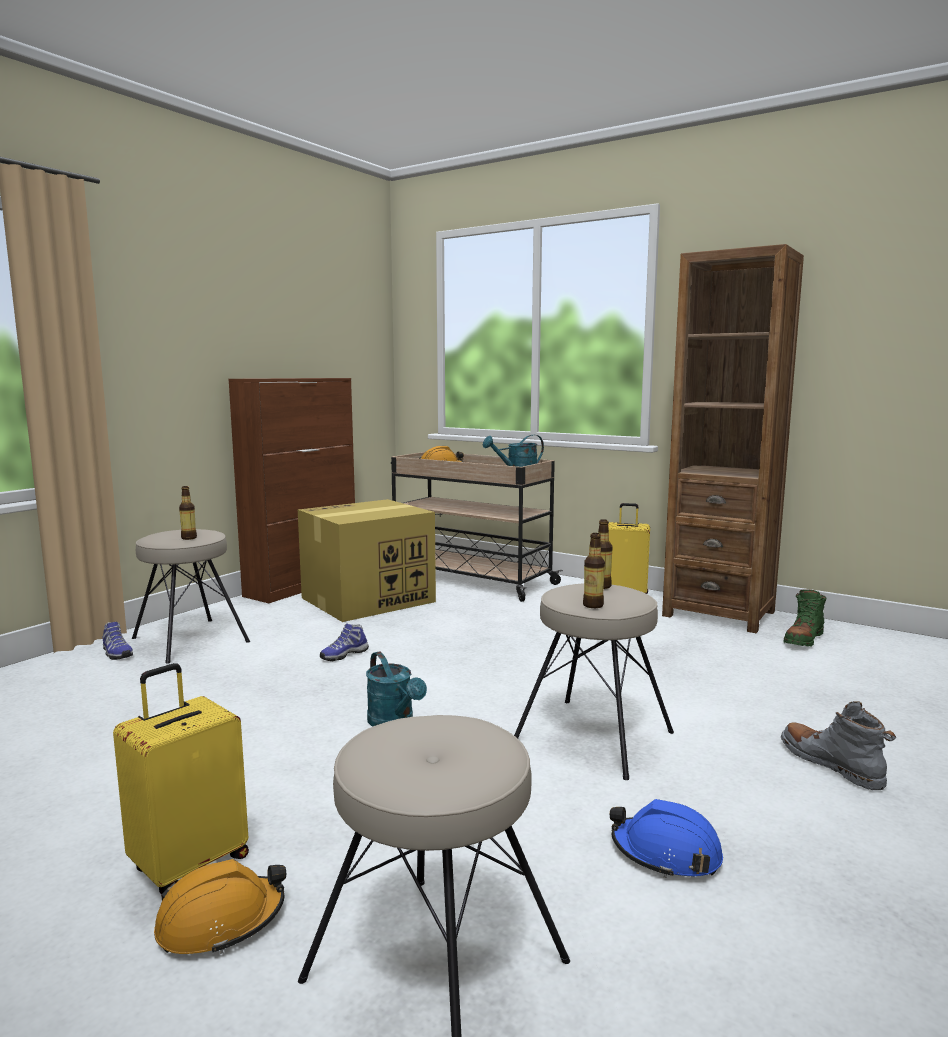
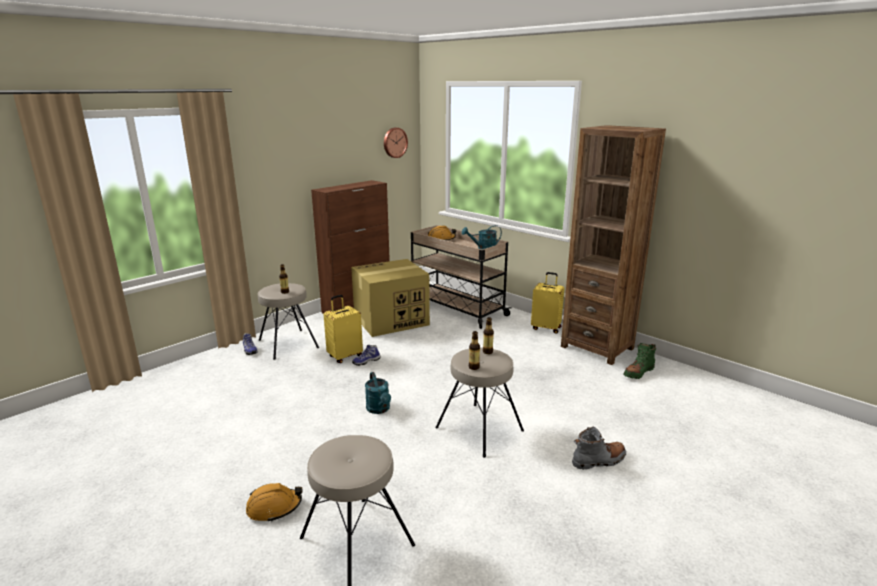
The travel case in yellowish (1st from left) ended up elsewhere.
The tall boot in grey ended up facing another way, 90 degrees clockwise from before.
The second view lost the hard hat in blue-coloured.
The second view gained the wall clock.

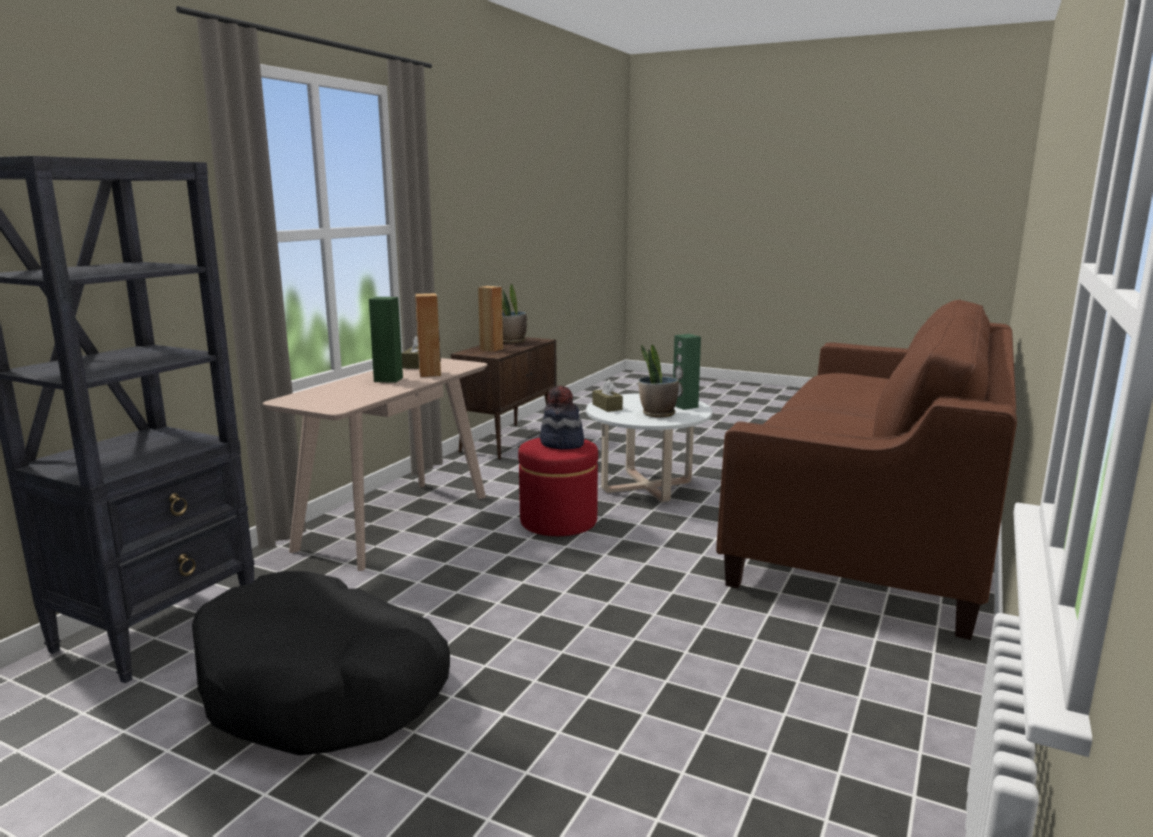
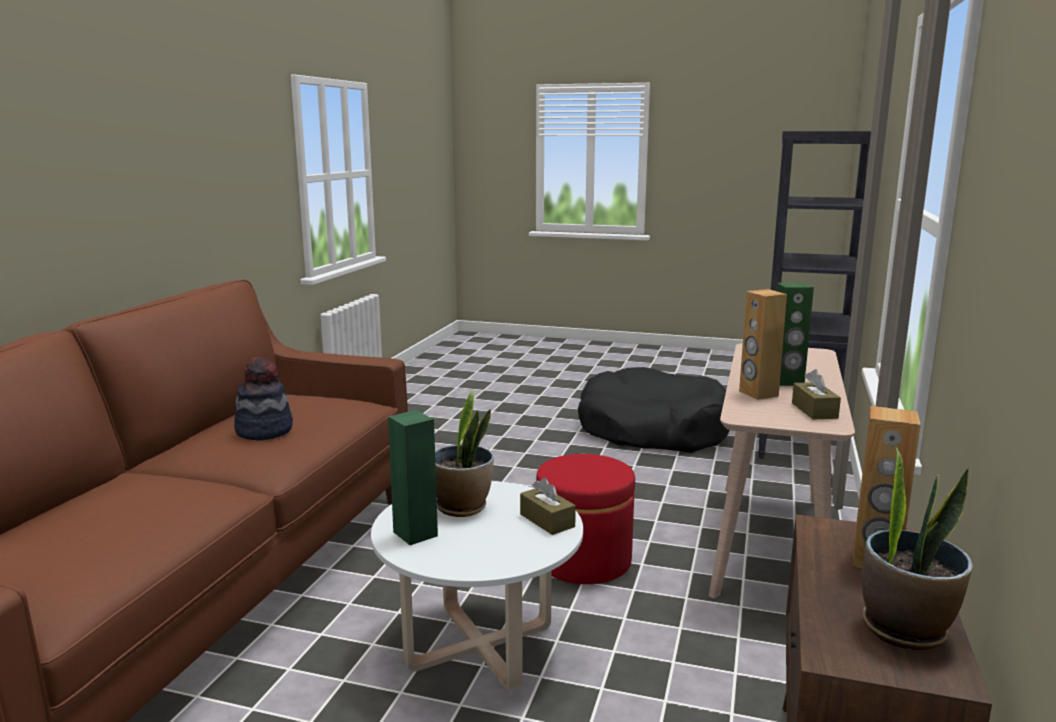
The hat ended up elsewhere.

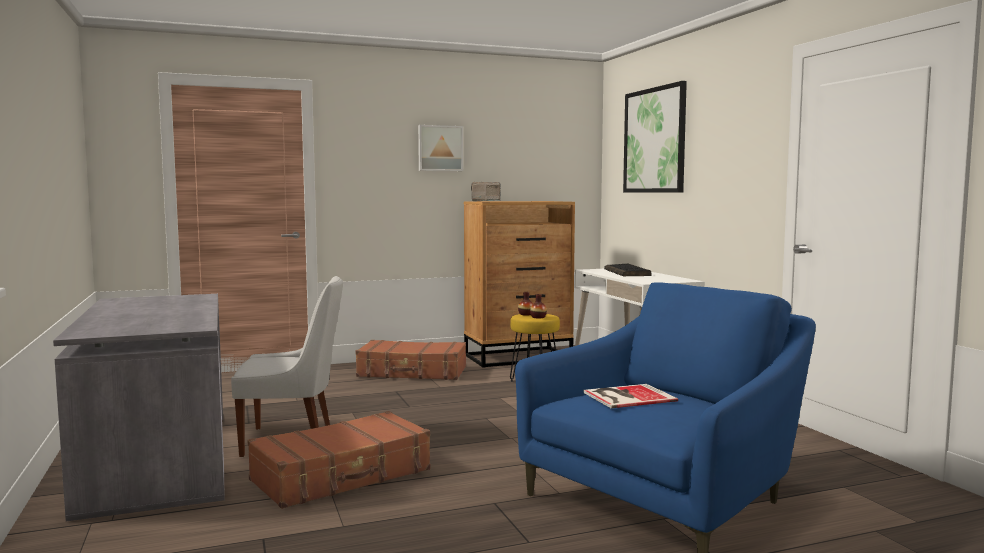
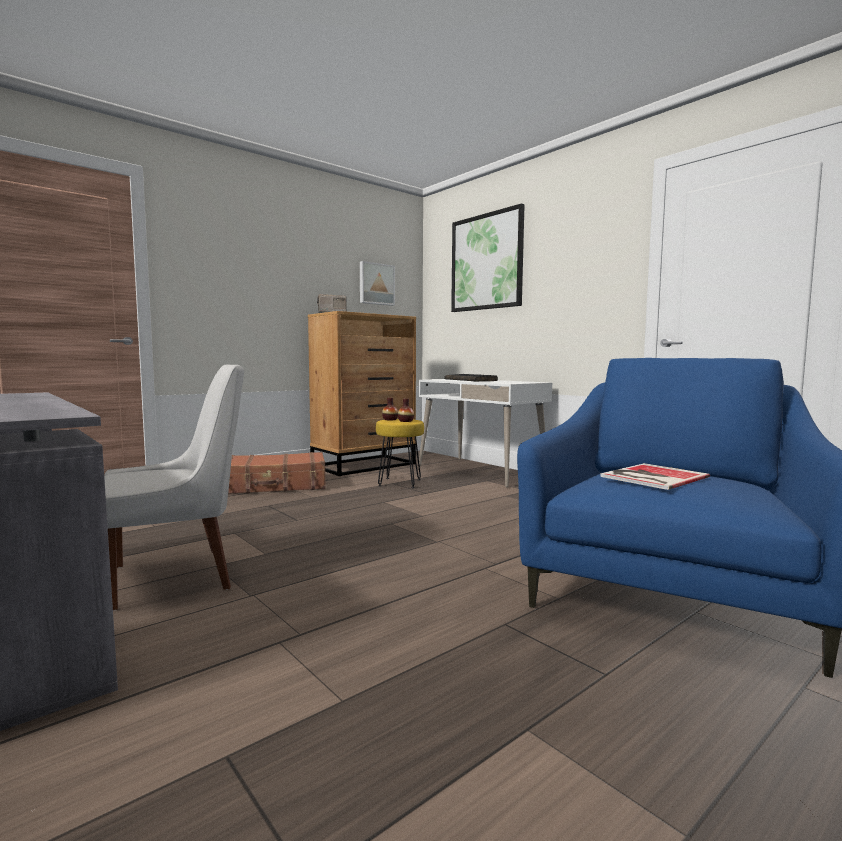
The picture (1st from left) ended up elsewhere.
The second view lost the travel case in brown-coloured (1st from left).

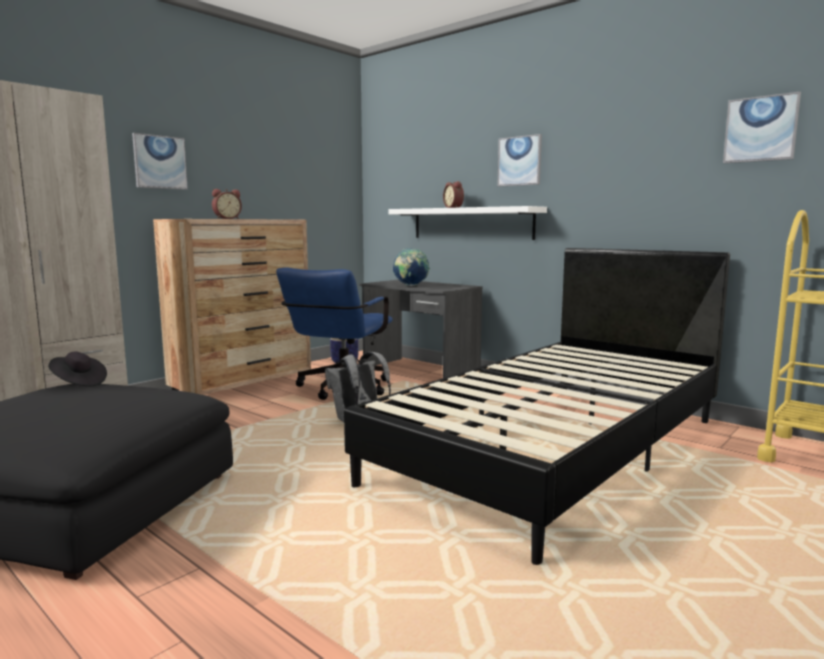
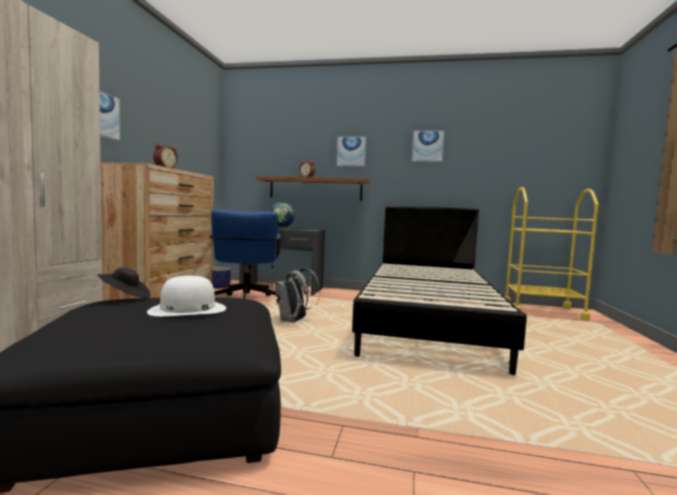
The picture (3rd from left) ended up elsewhere.
What was the shelf in white turned into the shelf in brown-coloured.
The second view gained the hat in white.

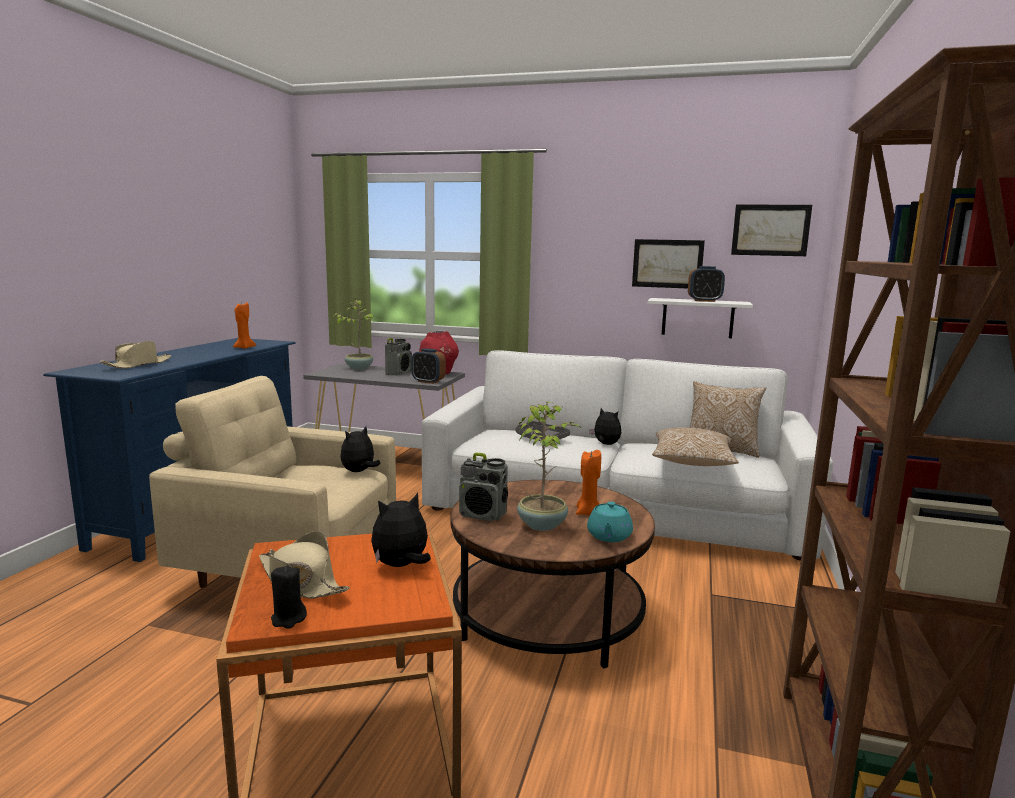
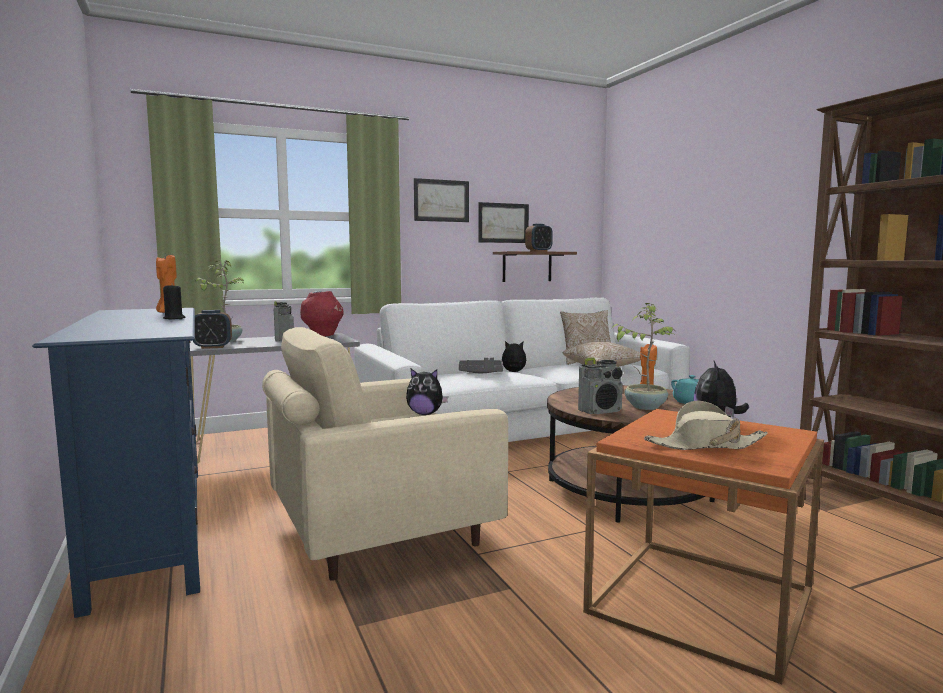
The picture (2nd from left in the first image) ended up elsewhere.
What was the shelf in white turned into the shelf in brown-coloured.
The second view lost the hat in beige (1st from left).
The bedside clock (1st from left) ended up elsewhere.
The soft toy (1st from left) ended up facing another way, 75 degrees counterclockwise from before.
The candle in black ended up elsewhere.

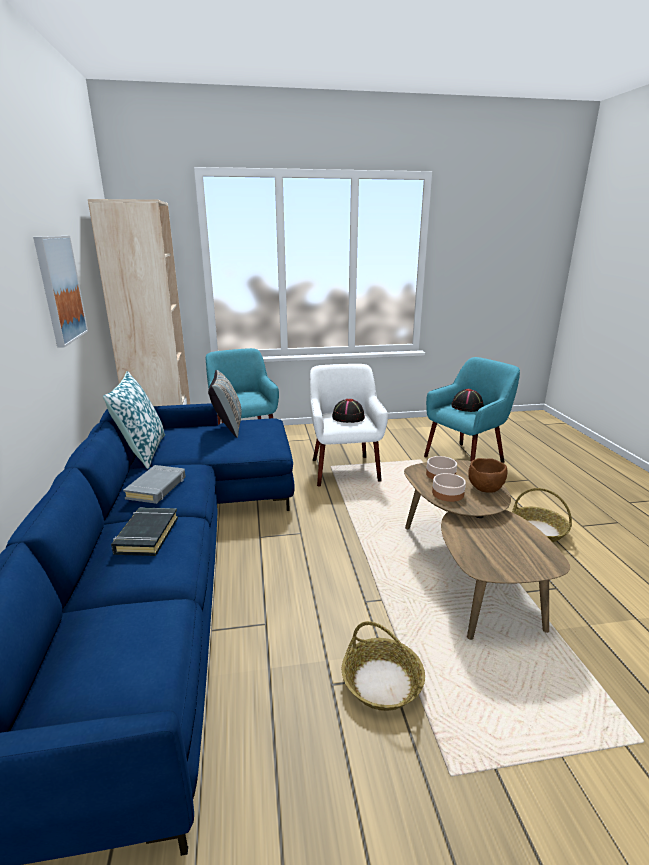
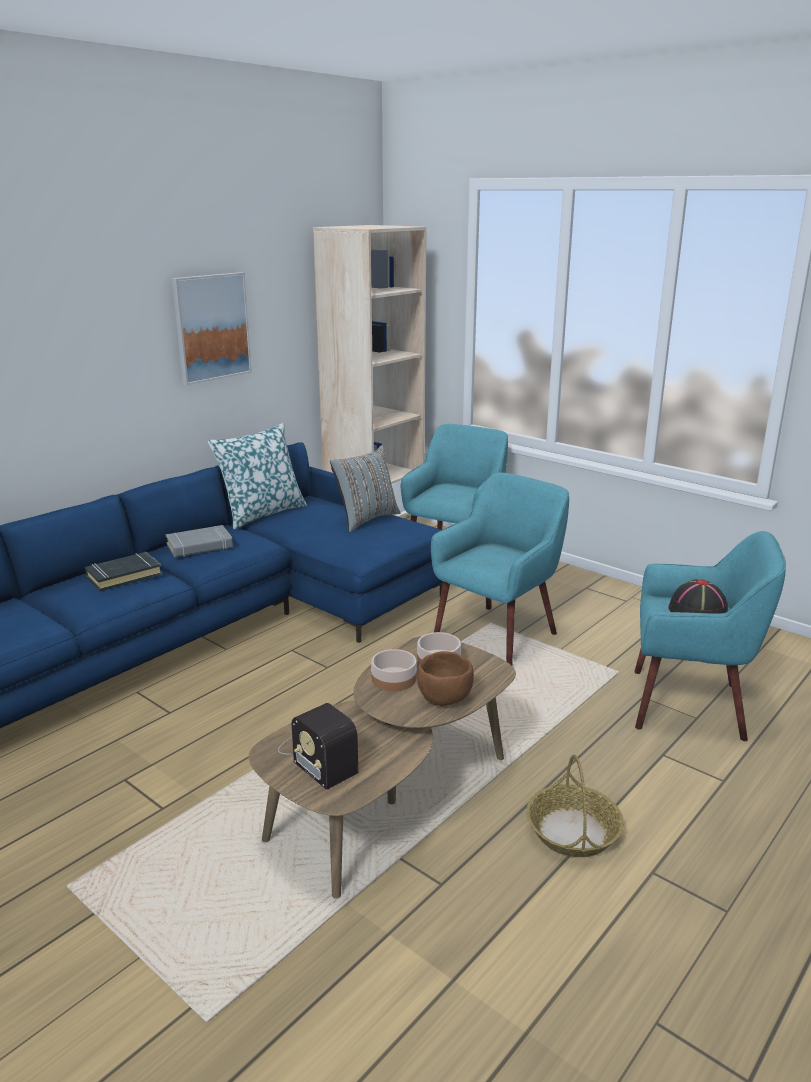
What was the lounge chair in white turned into the lounge chair in blue-green (2nd from left).
The second view lost the hat in black (1st from left).
The second view lost the storage basket (1st from left).
The second view gained the radio set.

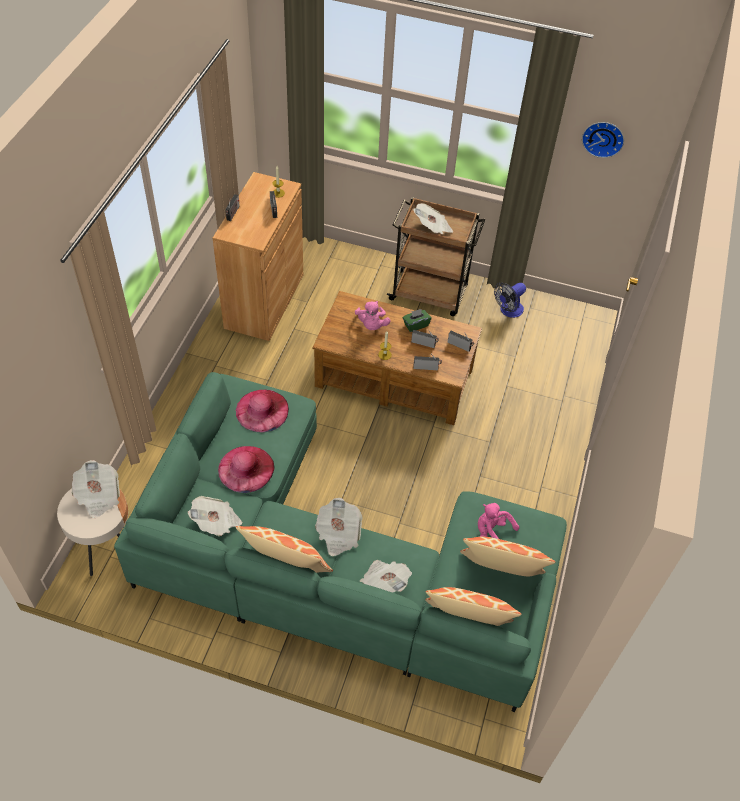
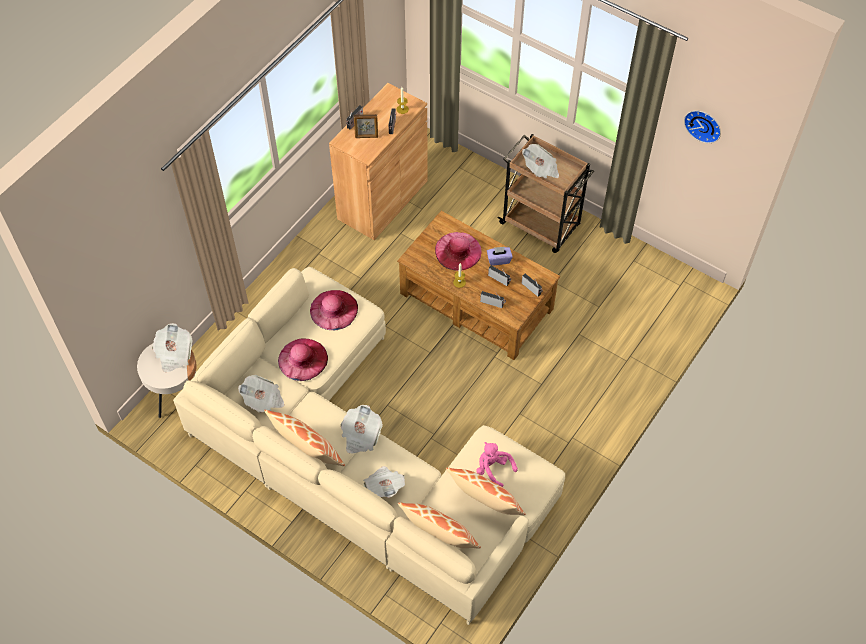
The second view lost the cooling fan.
Where the soft toy in pink (1st from left) stood, the hat in pink (3rd from left) came to stand.
What was the box of tissues in green turned into the box of tissues in purple-coloured.
What was the settee in green turned into the settee in beige.
The second view gained the photo frame.

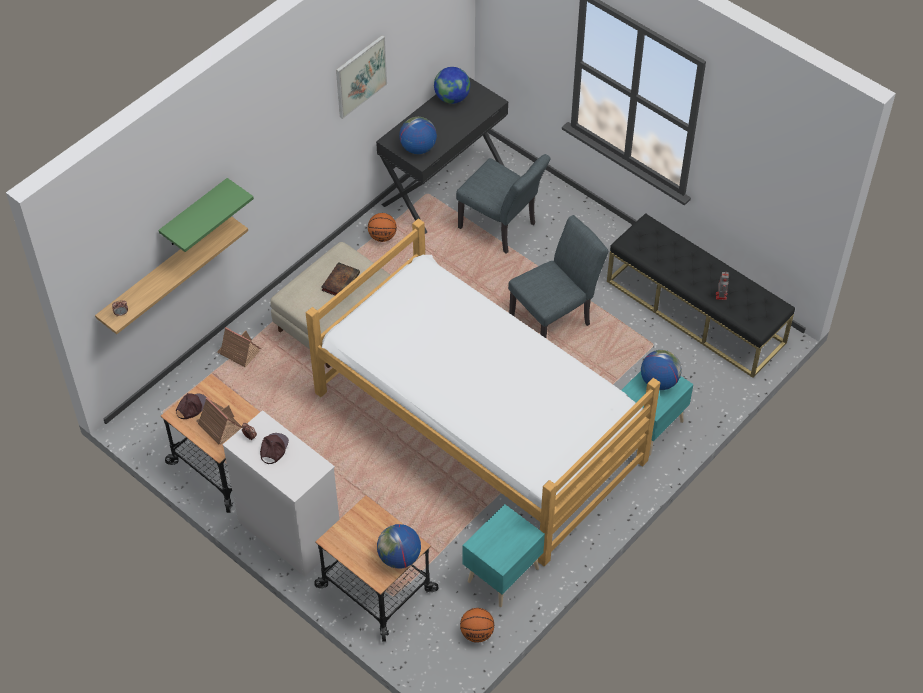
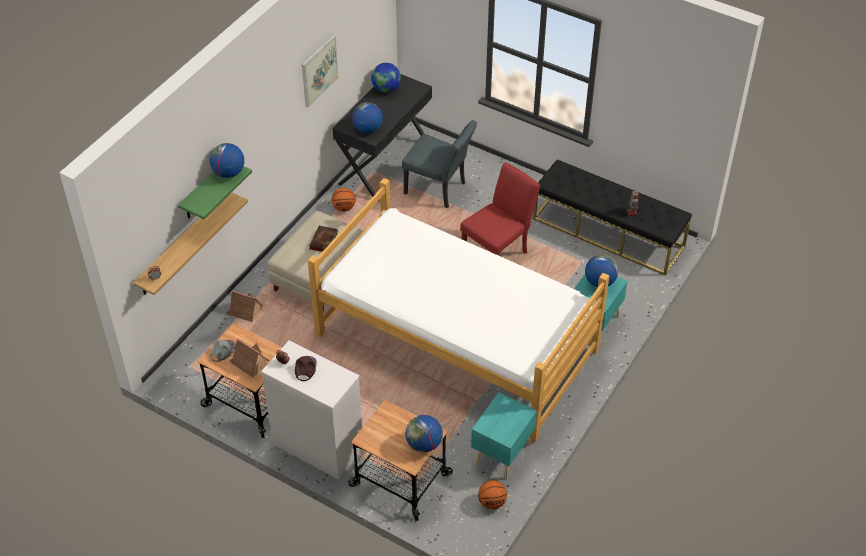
What was the chair in grey (2nd from left) turned into the chair in red-coloured.
What was the baseball cap in brown-coloured (1st from left) turned into the baseball cap in grey.
The second view gained the globe (1st from left).

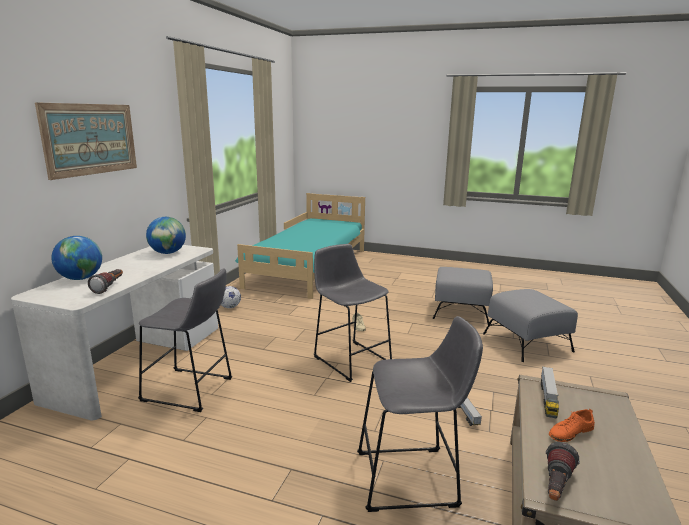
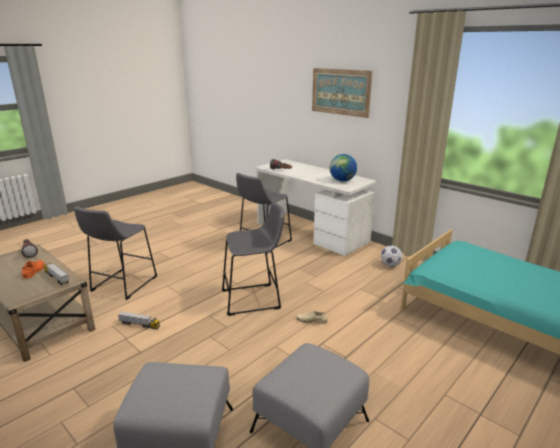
The second view lost the globe (1st from left).

